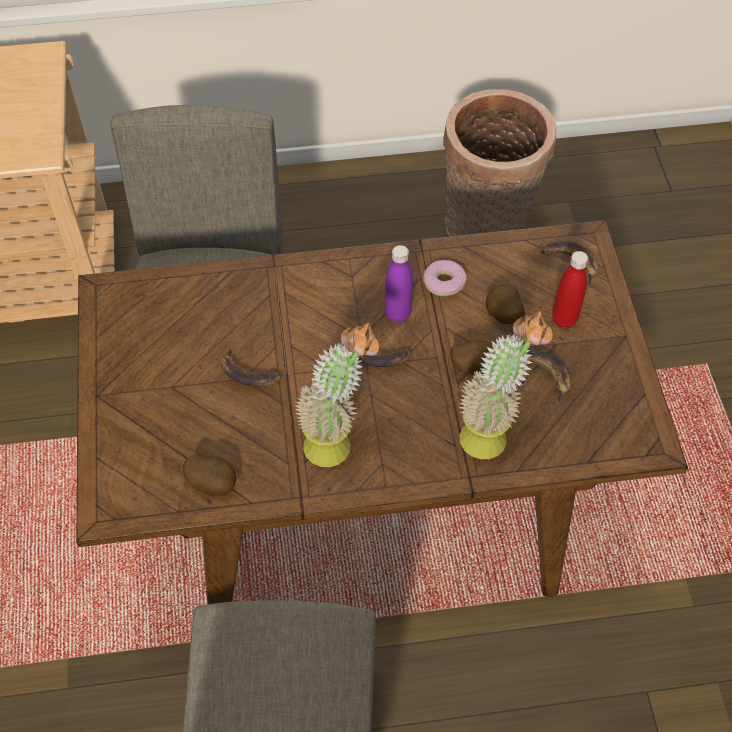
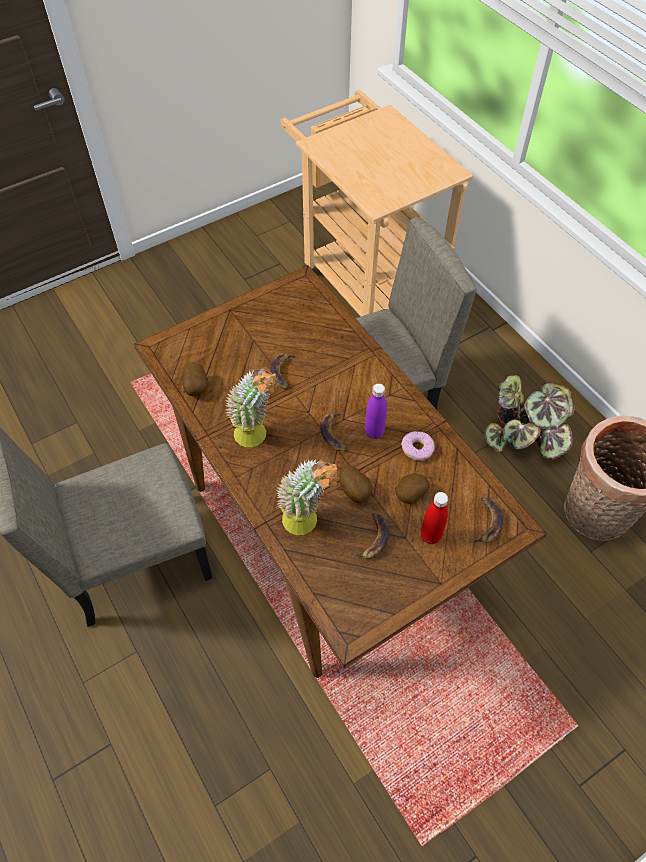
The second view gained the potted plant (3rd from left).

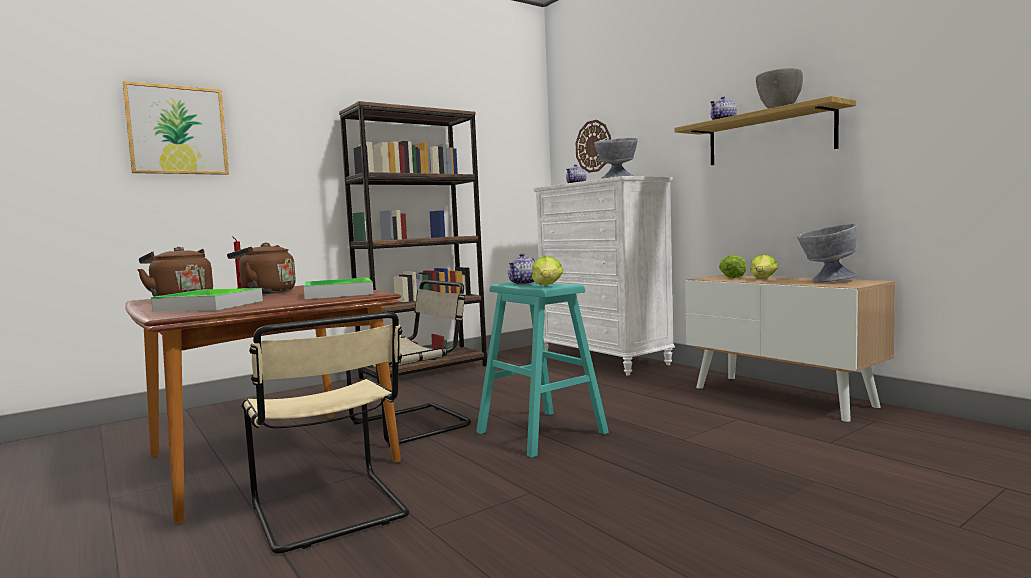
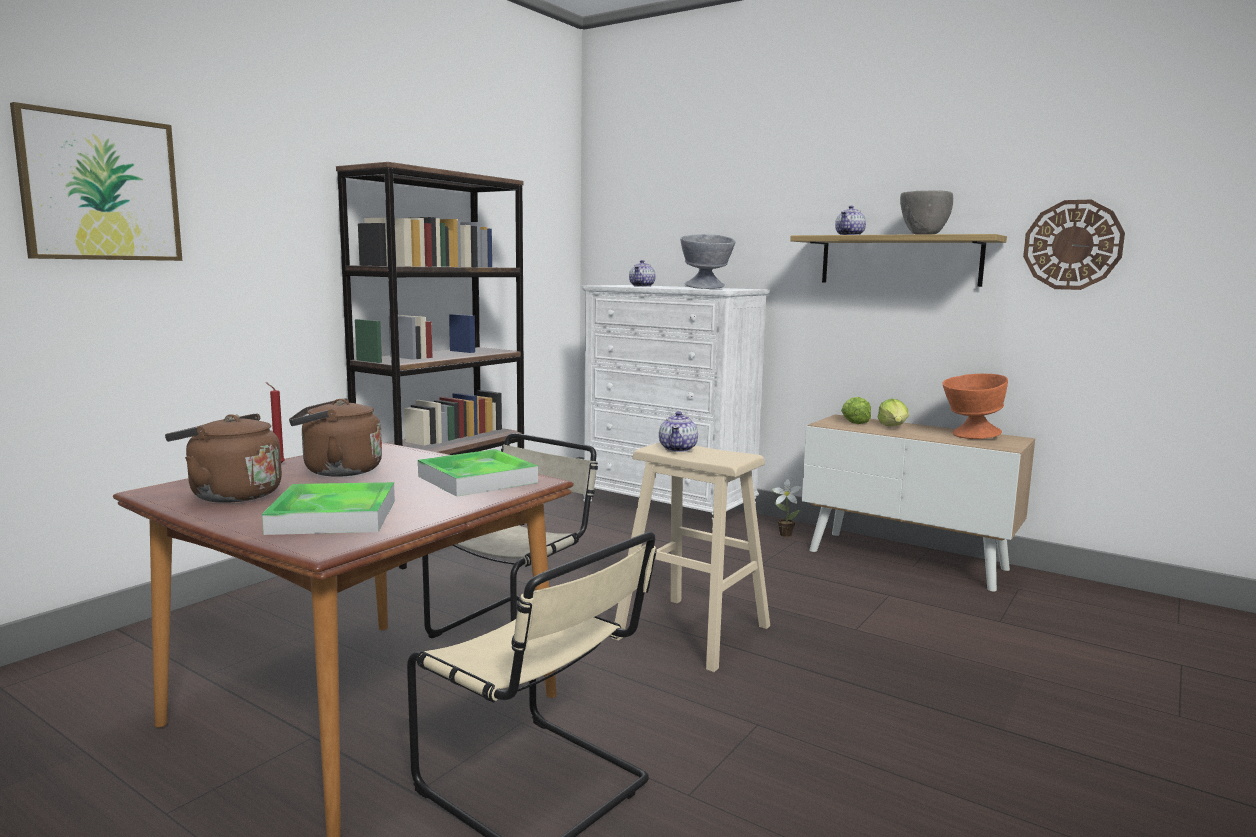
The wall clock ended up elsewhere.
What was the bowl in grey (3rd from left) turned into the bowl in orangey.
The second view lost the lettuce head (1st from left).
What was the stool seat in blue-green turned into the stool seat in beige.
The second view gained the potted plant.

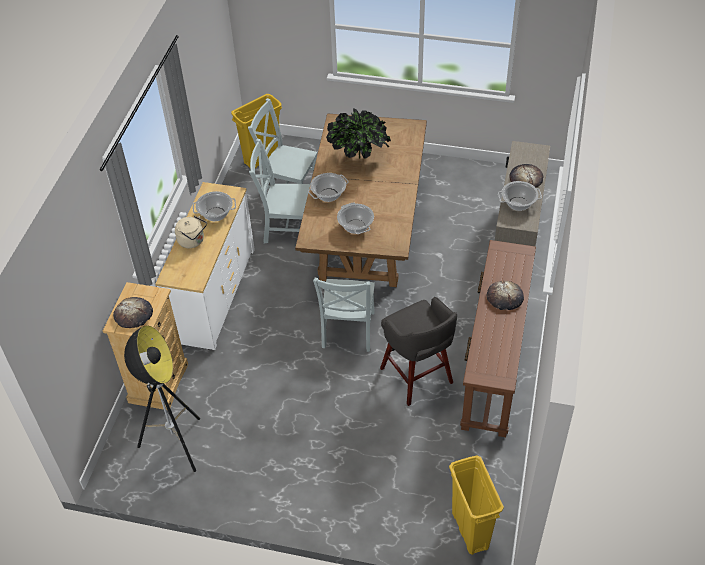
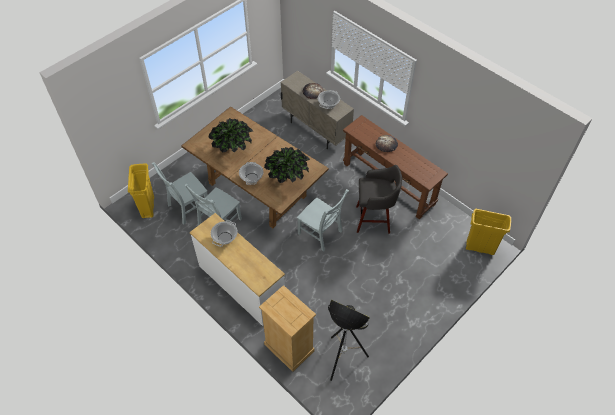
Where the saucepot (3rd from left) stood, the potted plant (2nd from left) came to stand.
The second view lost the tea kettle in beige.
The second view lost the baked bread (1st from left).

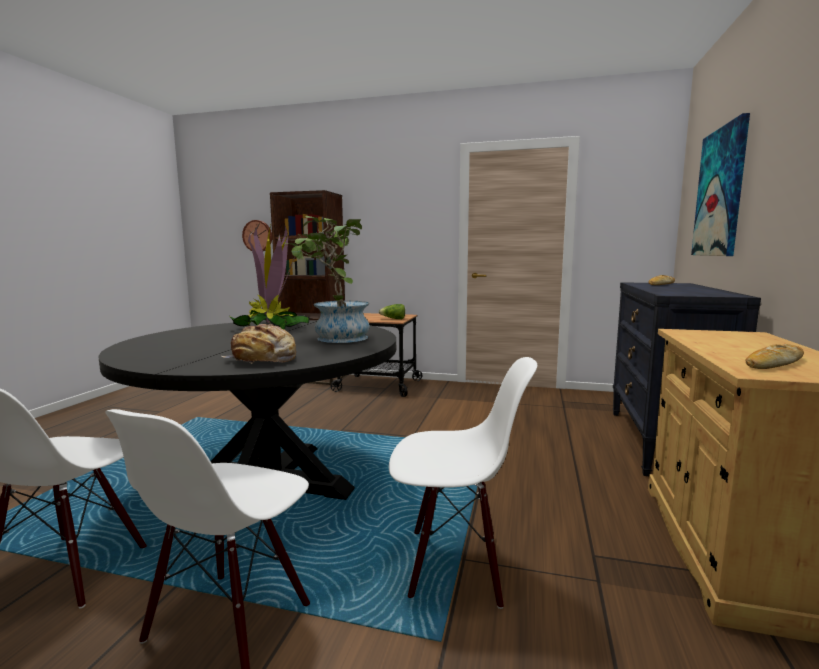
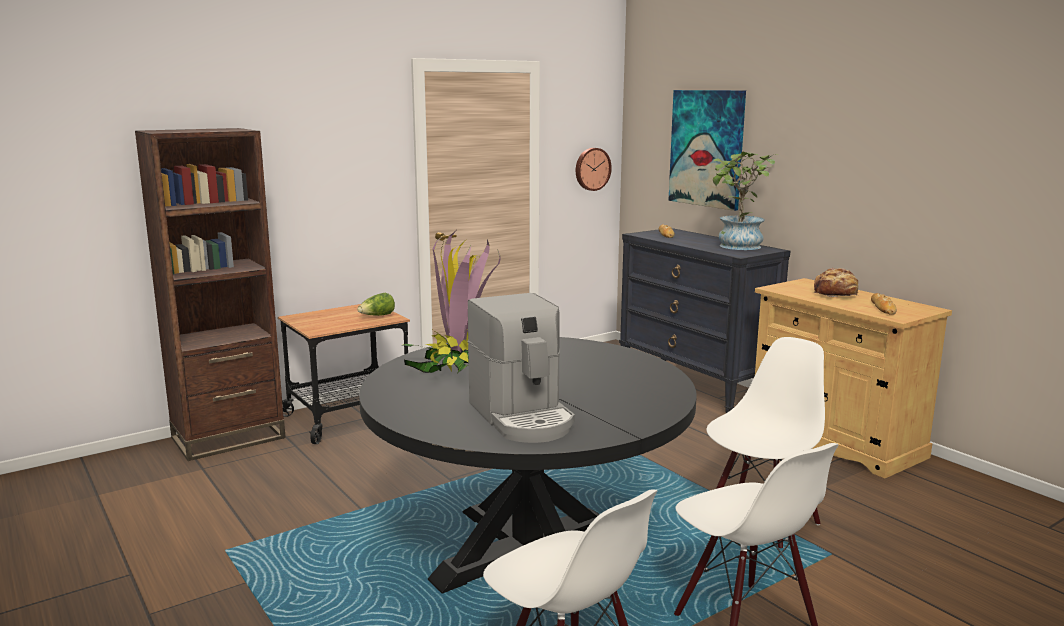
The potted plant (2nd from left) ended up elsewhere.
The wall clock ended up elsewhere.
The baked bread (1st from left in the first image) ended up elsewhere.
The second view gained the coffee machine.

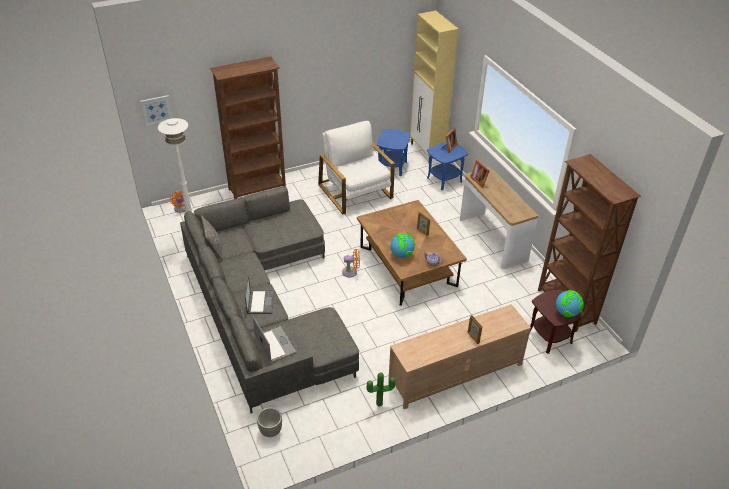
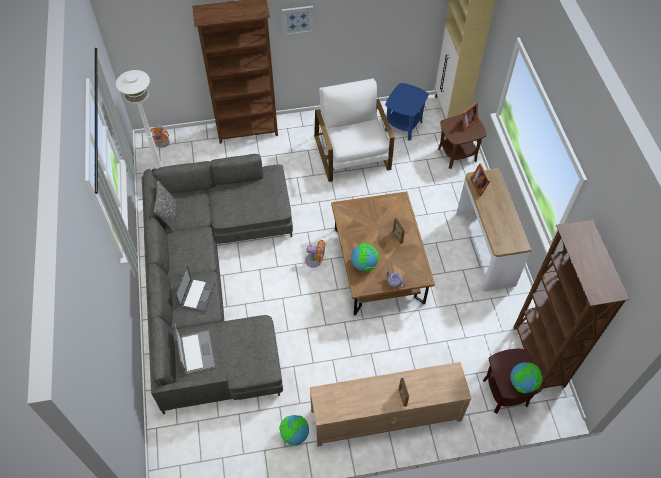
The picture ended up elsewhere.
What was the end table in blue-coloured (2nd from left) turned into the end table in brown-coloured (1st from left).
Where the potted plant stood, the globe (1st from left) came to stand.
The second view lost the flower pot.

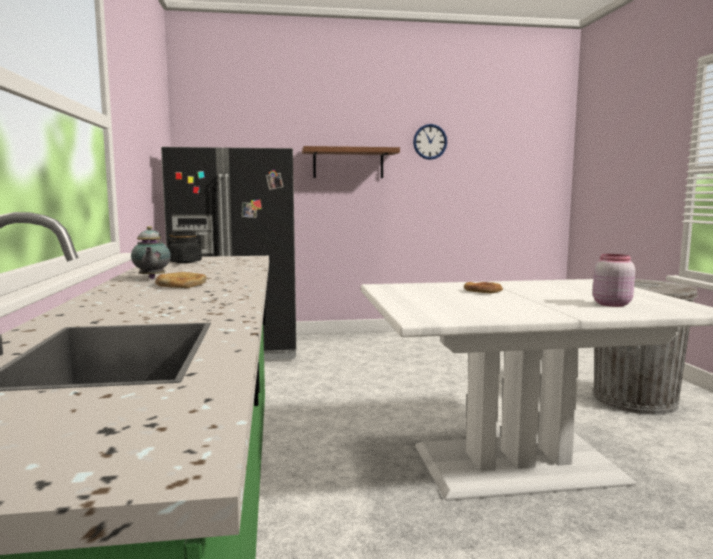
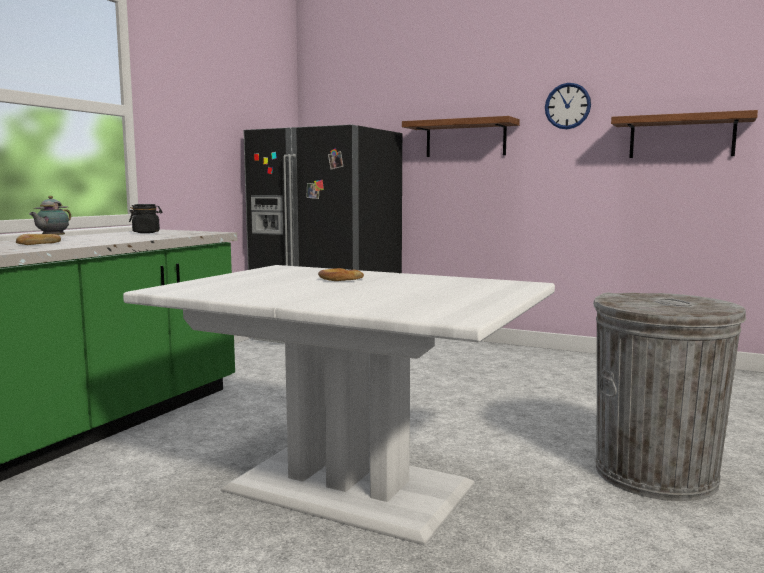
The second view lost the storage jar in pink.
The second view gained the shelf (2nd from left).

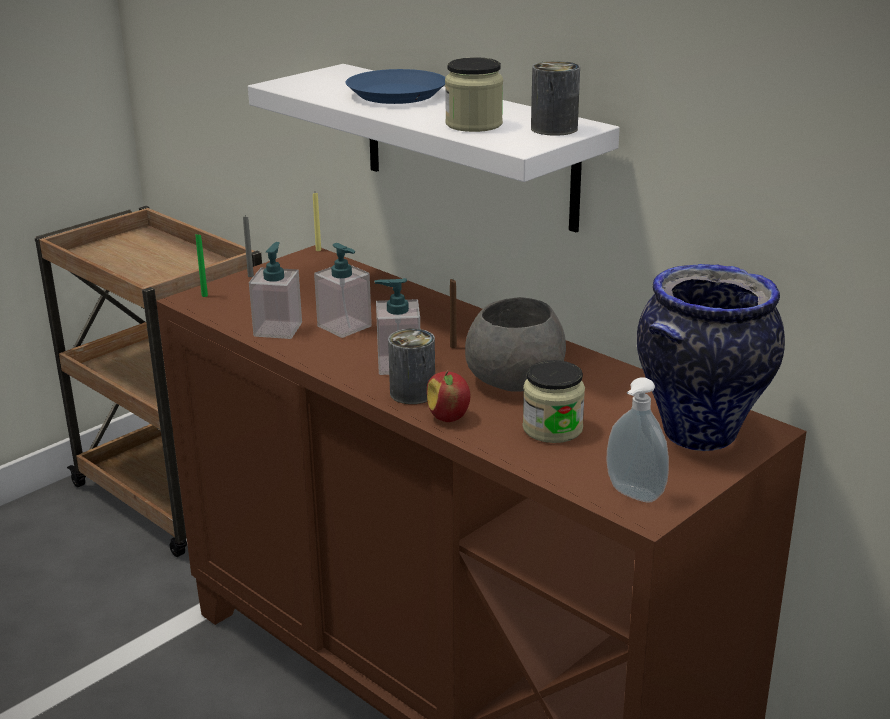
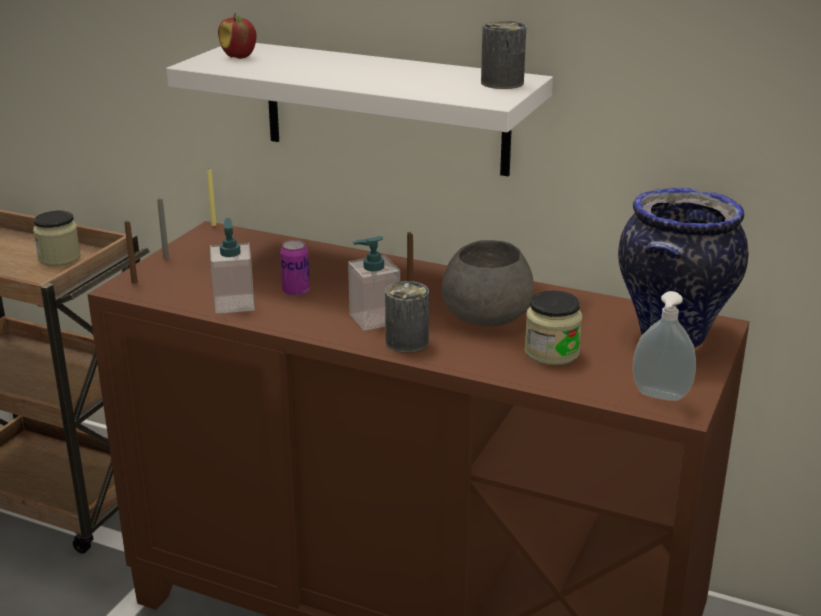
The storage jar (1st from left) ended up elsewhere.
The second view lost the dinner plate in blue-coloured.
What was the candle in green turned into the candle in brown-coloured (1st from left).
Where the soap bottle (2nd from left) stood, the sealed can (1st from left) came to stand.
The apple fruit ended up elsewhere.

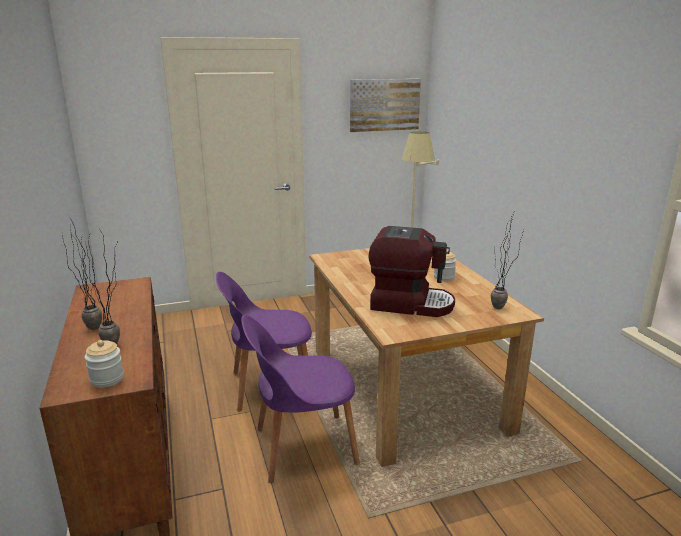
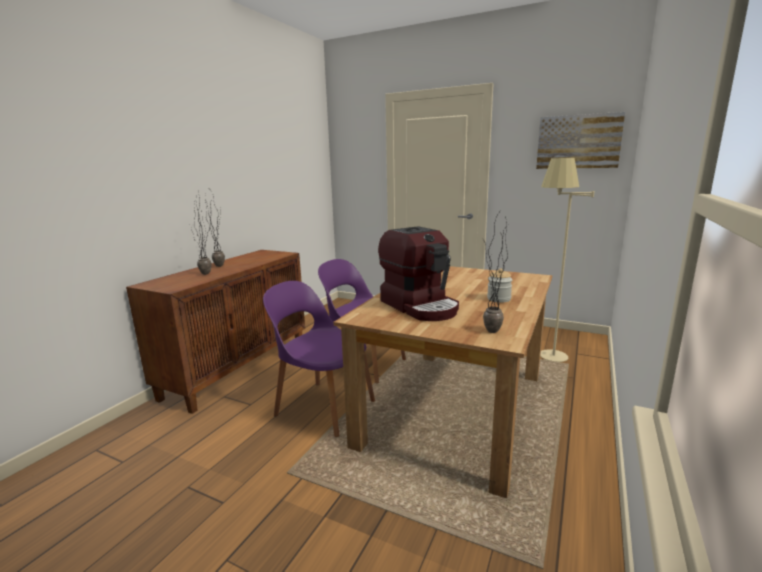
The second view lost the storage jar (1st from left).

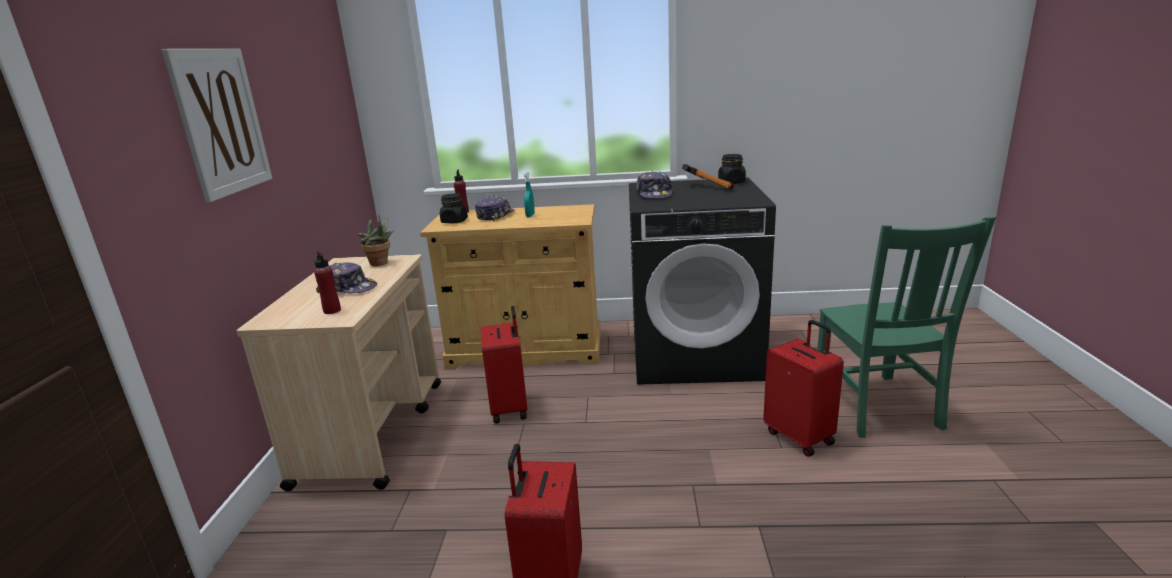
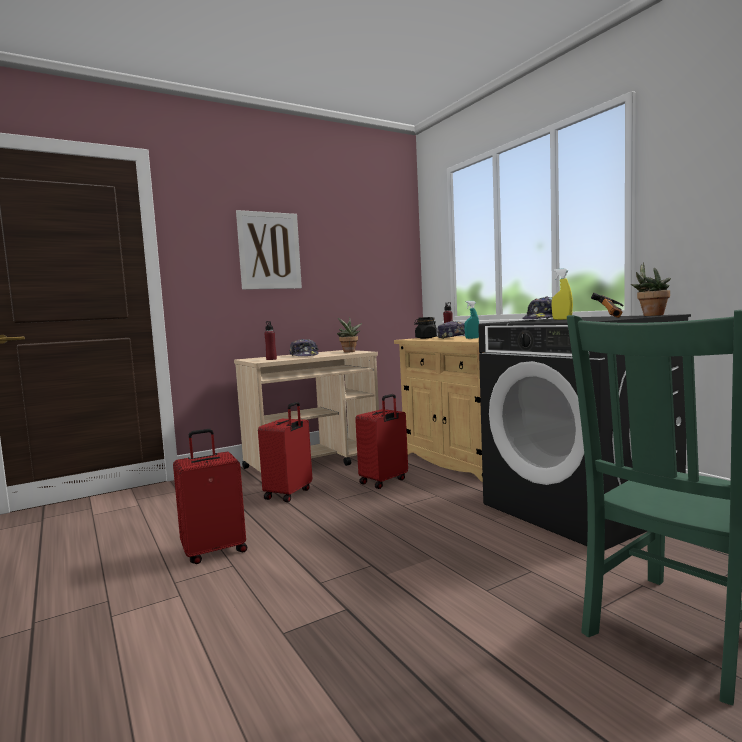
Where the storage jar in black (2nd from left) stood, the potted plant (2nd from left) came to stand.
The travel case in red-coloured (3rd from left in the first image) ended up elsewhere.
The second view gained the sprayer in yellowish.

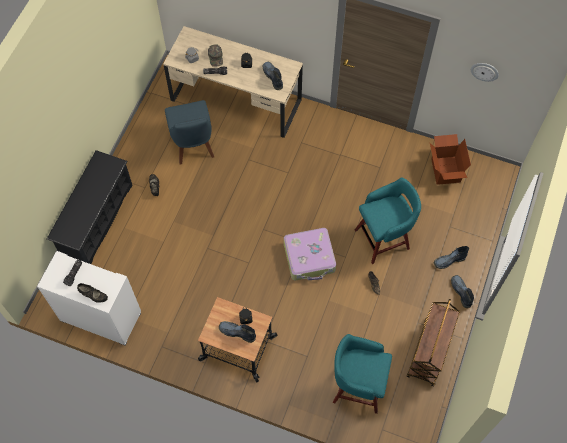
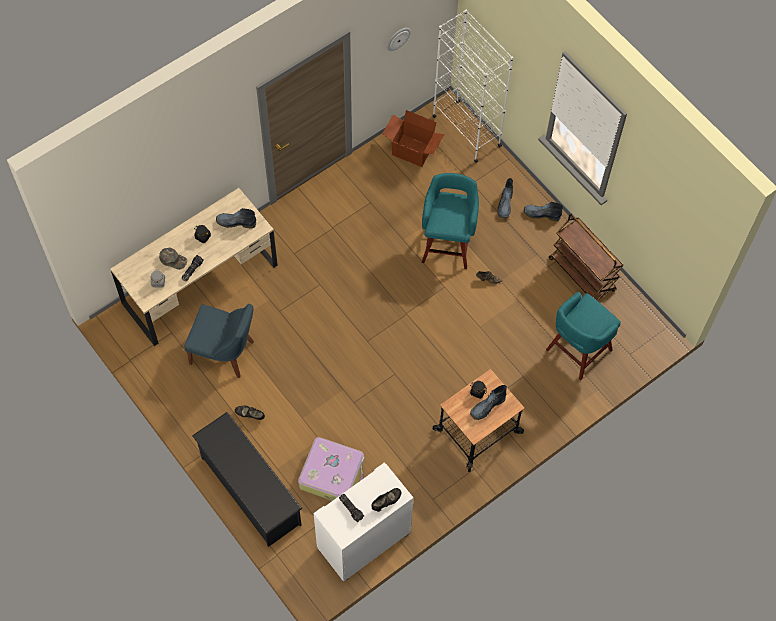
The travel case ended up elsewhere.
The second view gained the shelving unit in white.

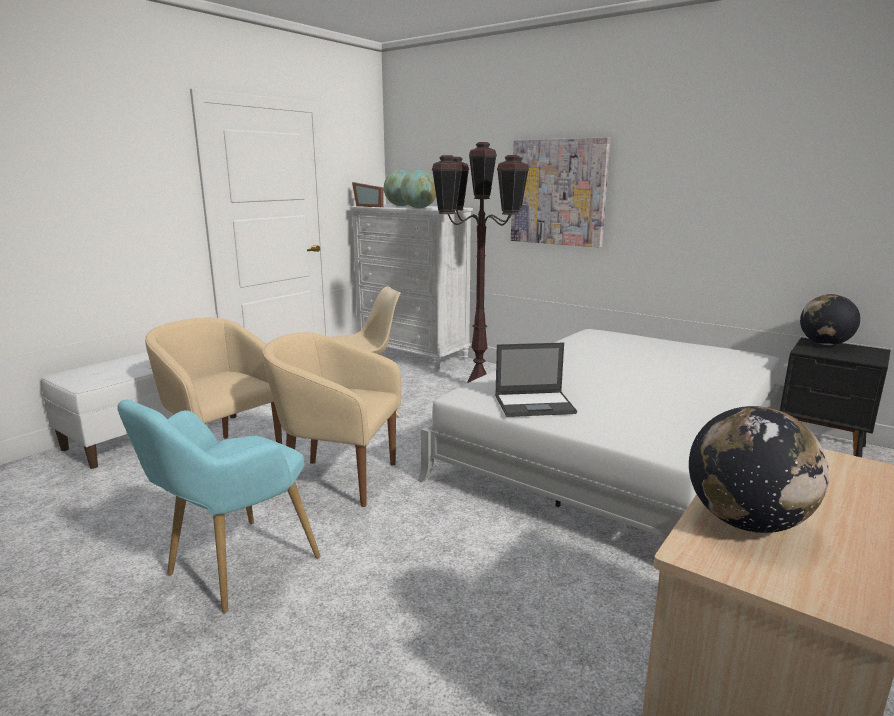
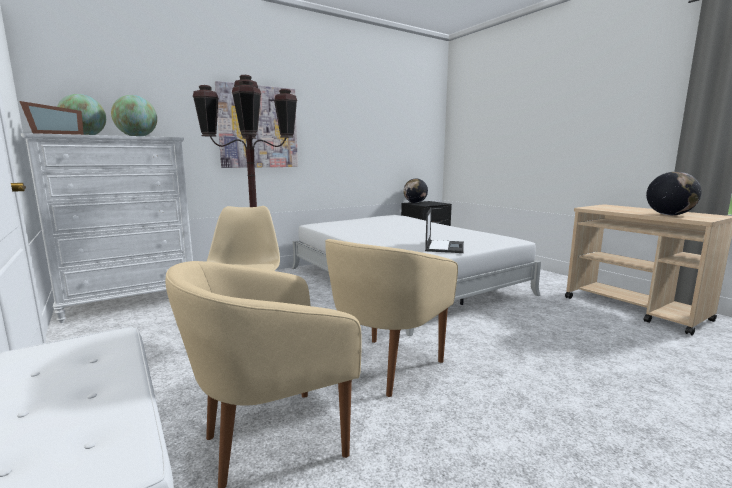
The second view lost the lounge chair in blue-green.

